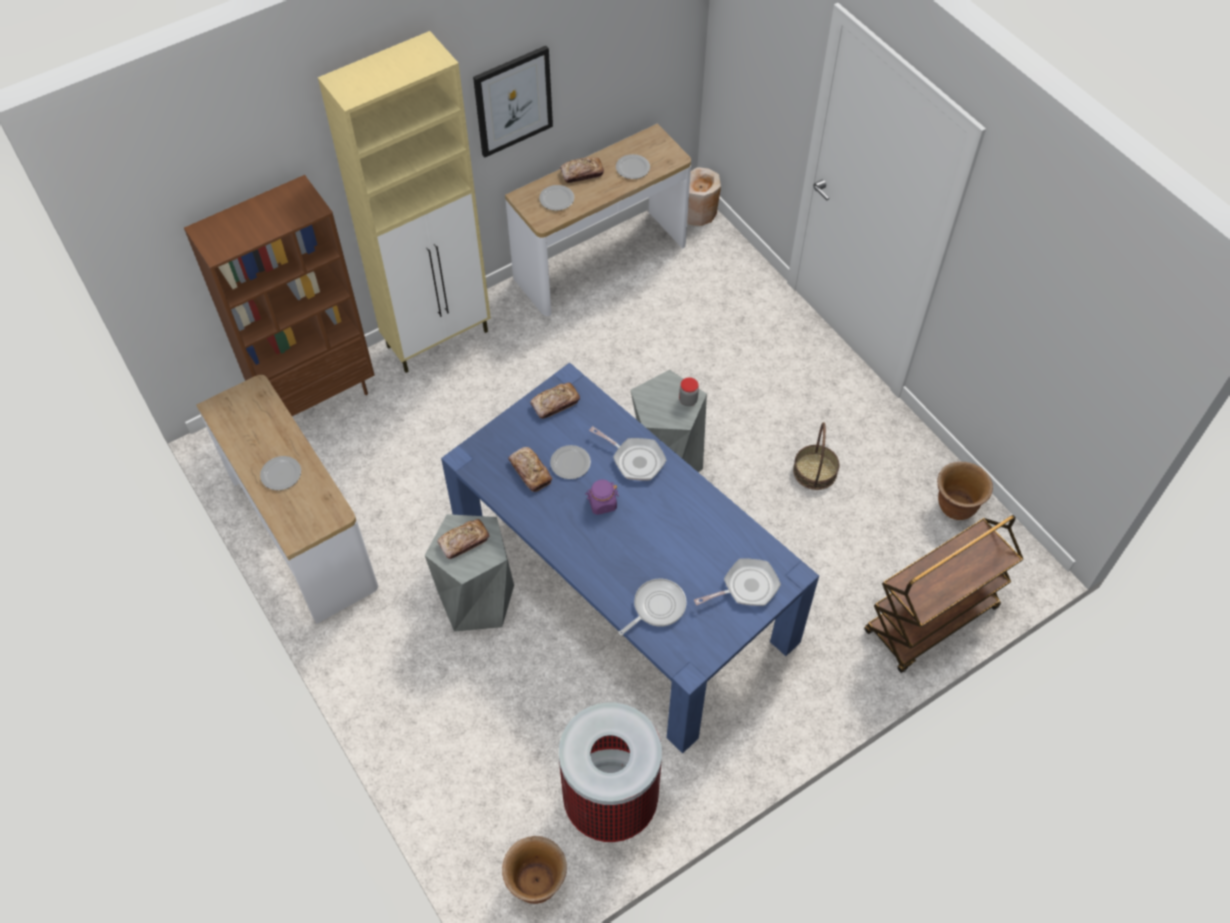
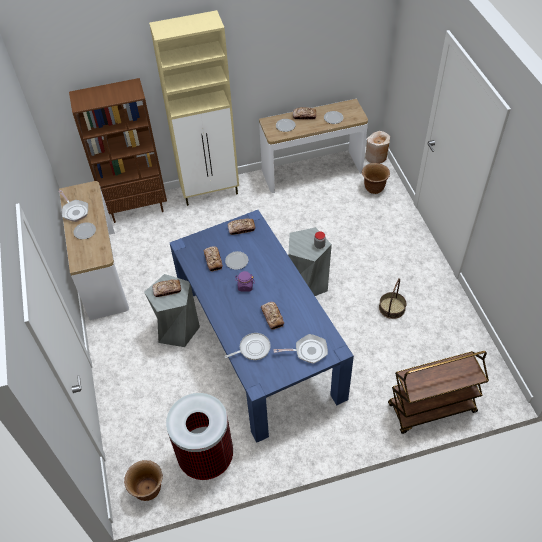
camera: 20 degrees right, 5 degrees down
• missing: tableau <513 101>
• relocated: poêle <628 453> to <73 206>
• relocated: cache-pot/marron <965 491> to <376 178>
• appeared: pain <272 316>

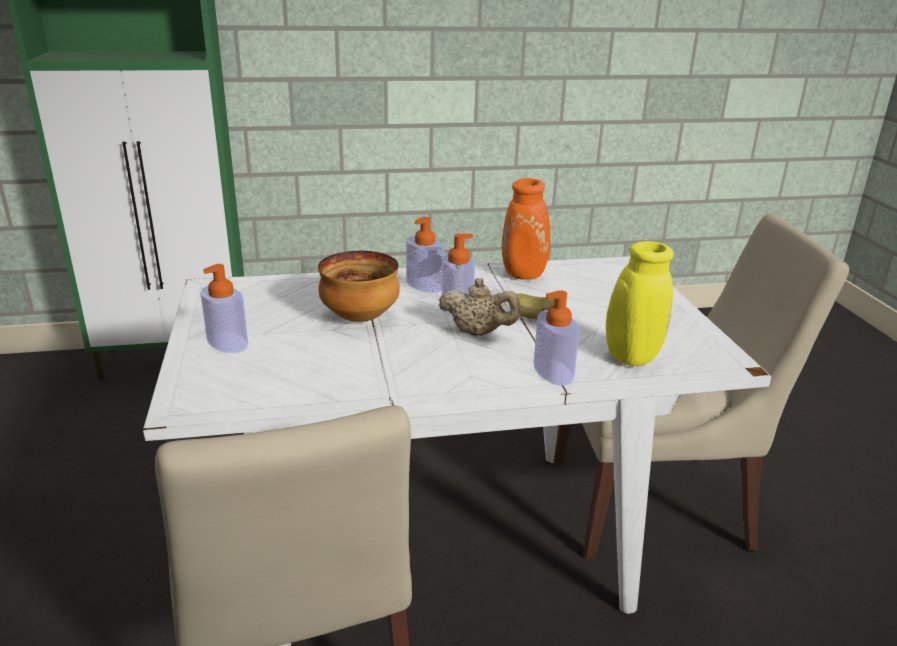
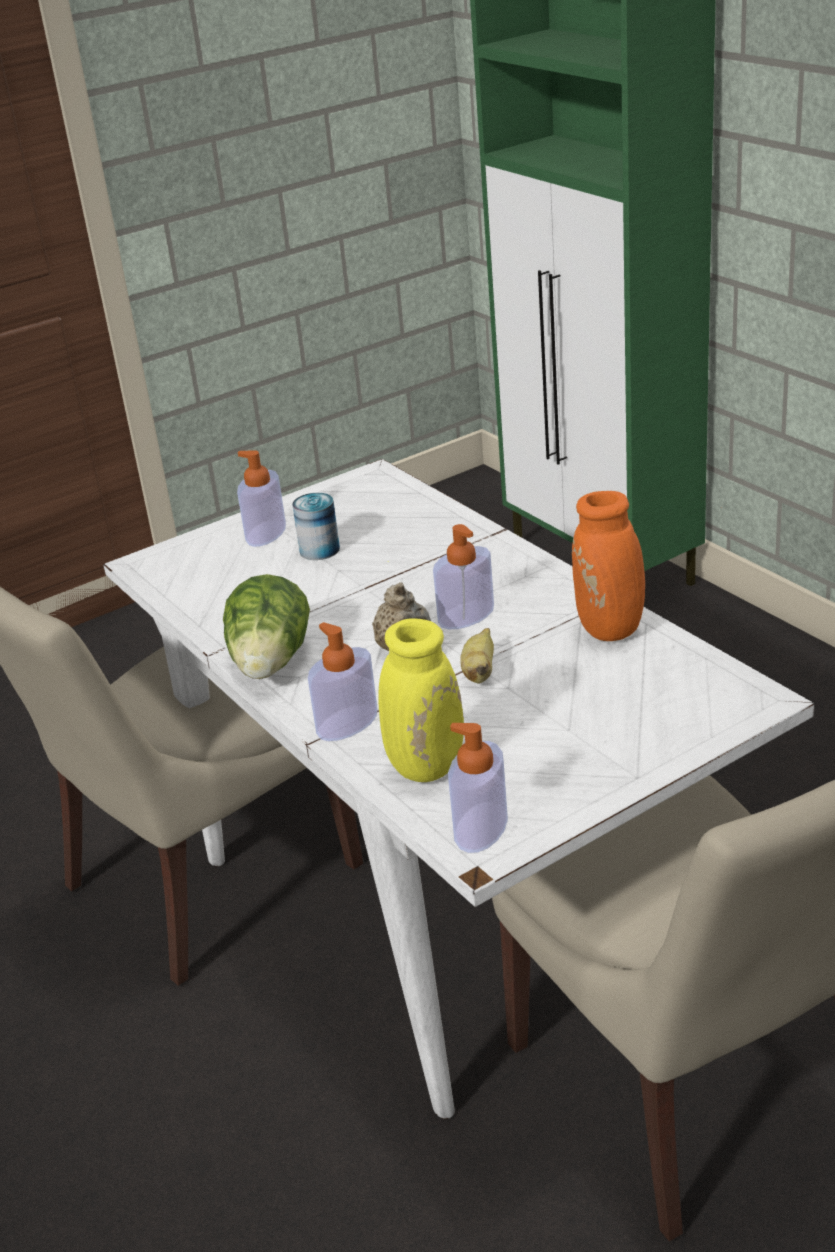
camera: 70 degrees right, 5 degrees up
• relocated: distributeur de savon <425 255> to <478 788>
• missing: bol <359 286>
• appeared: boîte métallique <316 526>
• appeared: laitue <266 626>

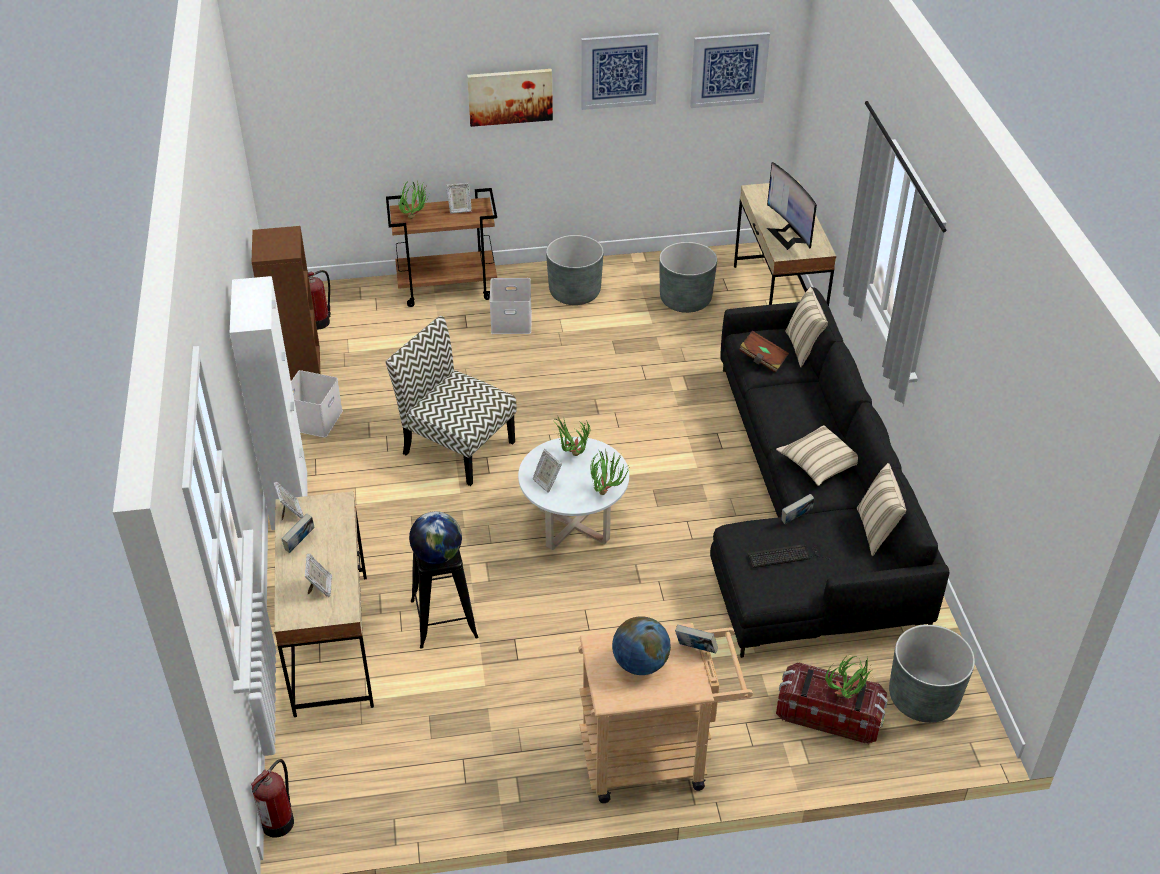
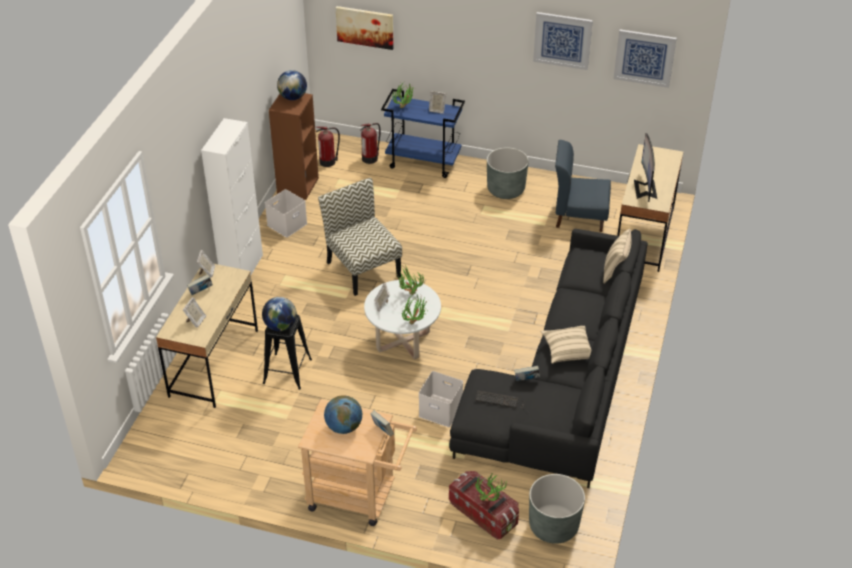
camera: 25 degrees right, 0 degrees up
• relocated: tableau <510 98> to <365 28>
• colour: chariot/marron <441 247> to chariot/bleu <423 133>
• exchanged: cache-pot/gris <688 277> to chaise/bleu <583 186>
• relocated: boîte de rangement/blanc <510 306> to <441 399>
• missing: livre/marron <764 352>
• missing: coussin/beige <881 509>
• relocated: extincteur <272 798> to <371 143>
• appeared: globe <292 85>

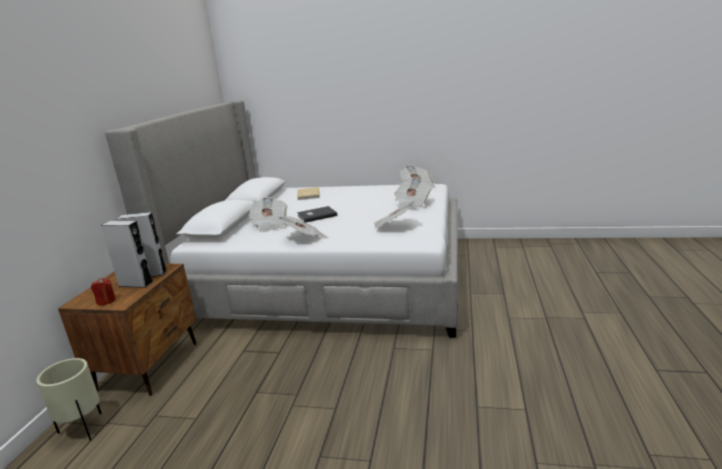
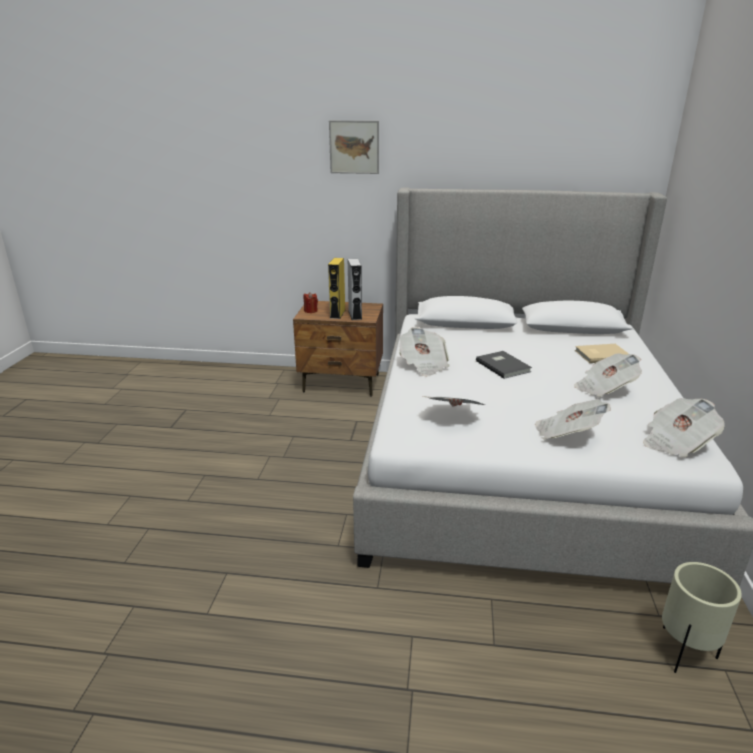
camera: 85 degrees right, 5 degrees up
• relocated: journal <268 214> to <608 375>
• colour: enceinte/gris <127 254> to enceinte/jaune <336 288>
• relocated: cache-pot/beige <68 399> to <702 617>
• appeared: tableau <354 147>

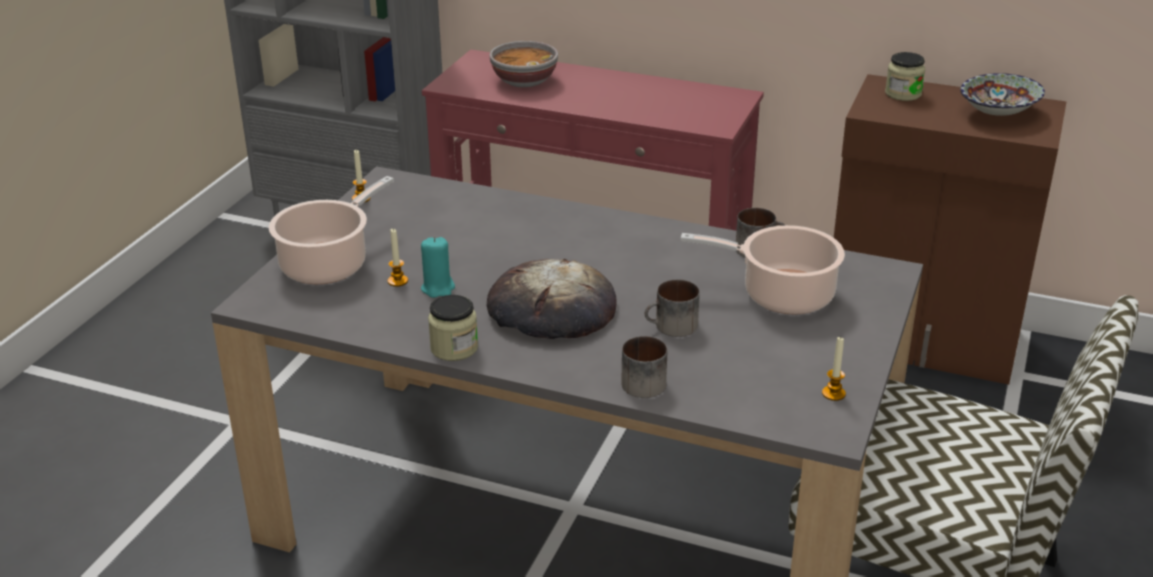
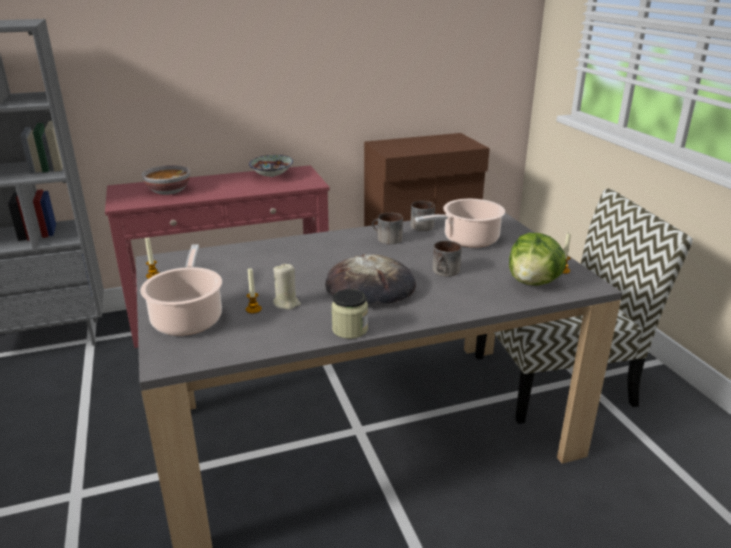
camera: 40 degrees left, 5 degrees down
• missing: bocal <905 76>
• relocated: bol <1002 94> to <271 166>
• colour: bougie/turquoise <438 267> to bougie/beige <287 287>
• relocated: mug <644 367> to <387 228>
• appeared: laitue <537 259>

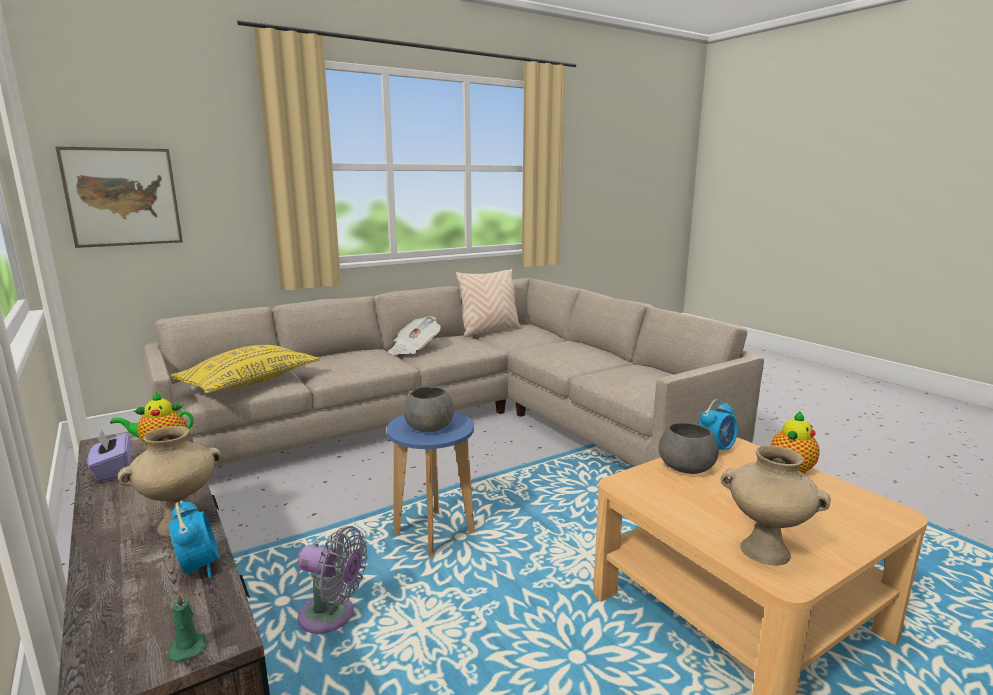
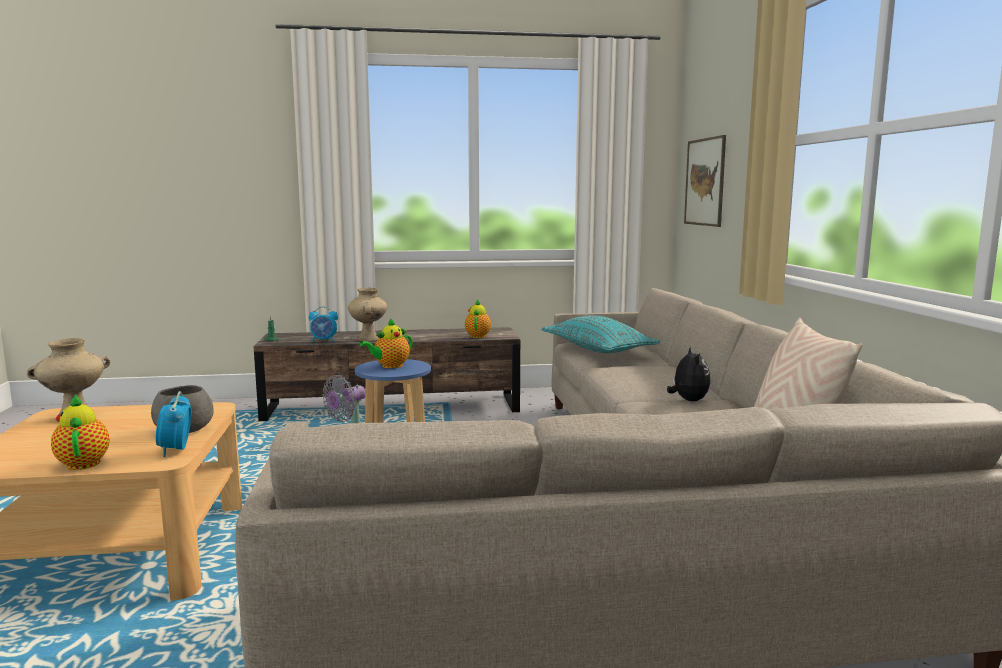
camera: 115 degrees right, 5 degrees down
• exchanged: journal <415 335> to peluche <689 374>
• colour: coussin/jaune <245 369> to coussin/turquoise <601 334>
• exchanged: bol/gris <429 409> to théière <386 343>
• missing: boîte à mouchoirs/violet <109 456>

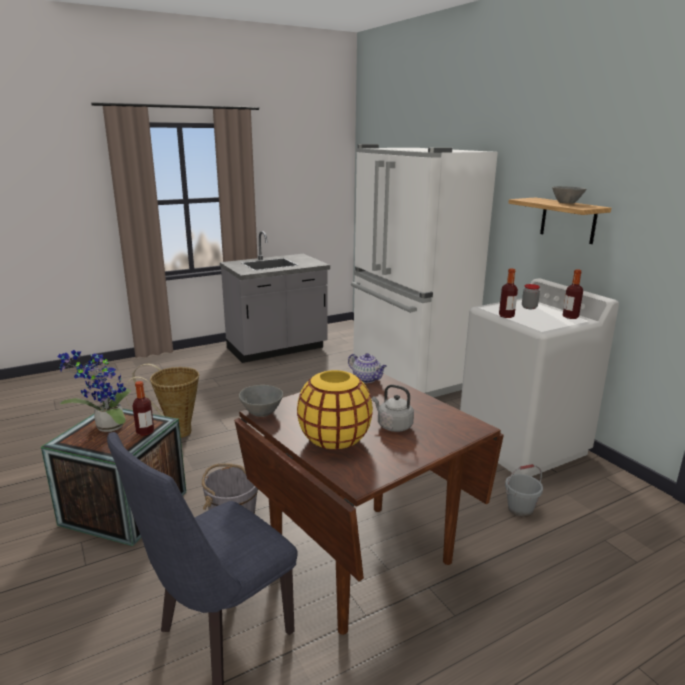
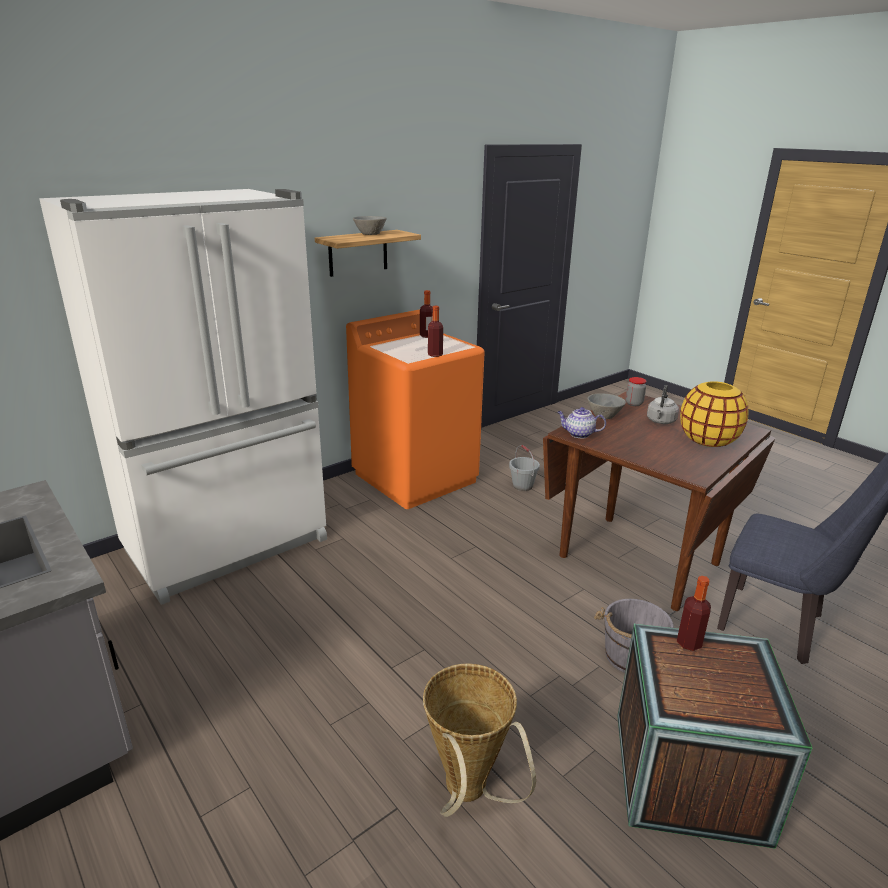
camera: 100 degrees left, 5 degrees up
• colour: lave-linge/blanc <539 377> to lave-linge/orange <415 409>
• relocated: bocal <531 296> to <636 391>
• missing: plante en pot <94 391>
• spun: théière <367 368> = <581 422> 105 degrees counterclockwise
• relocated: bol/gris <261 401> to <606 406>

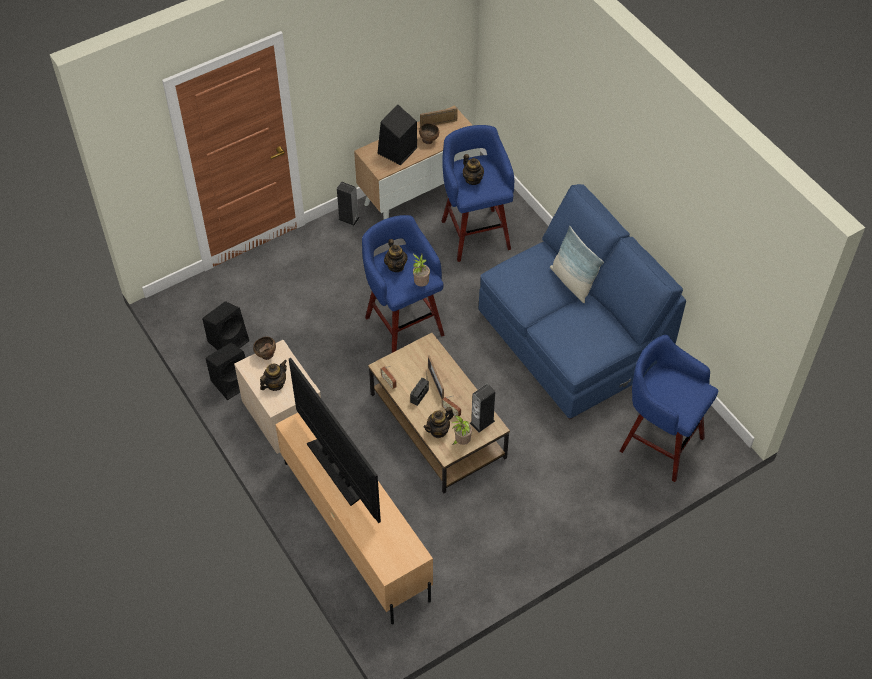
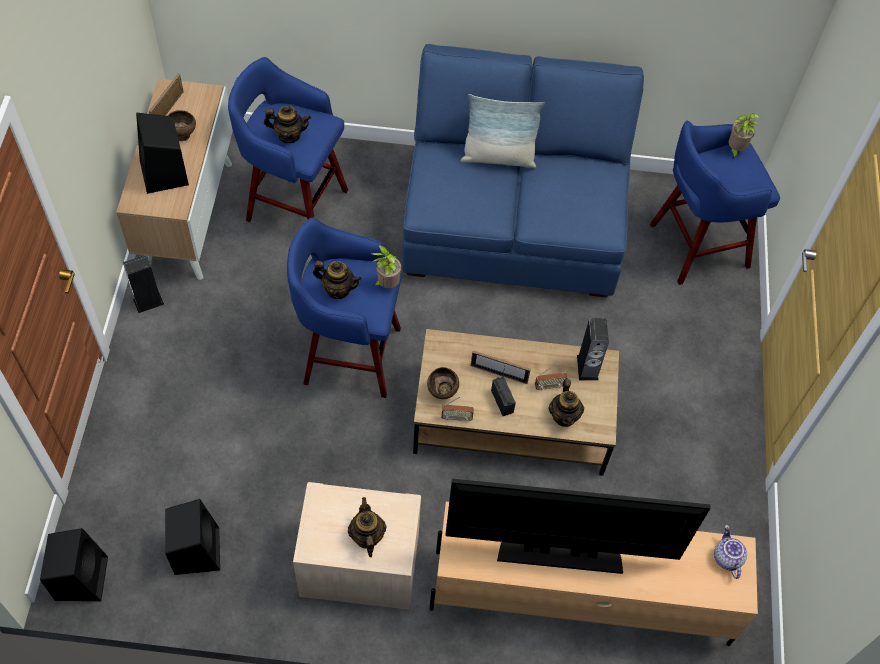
camera: 55 degrees left, 5 degrees up
• relocated: bol/marron <264 348> to <443 383>
• relocated: enceinte/noir <225 371> to <74 564>
• relocated: plante en pot <462 430> to <744 136>
• appeared: théière <730 552>

